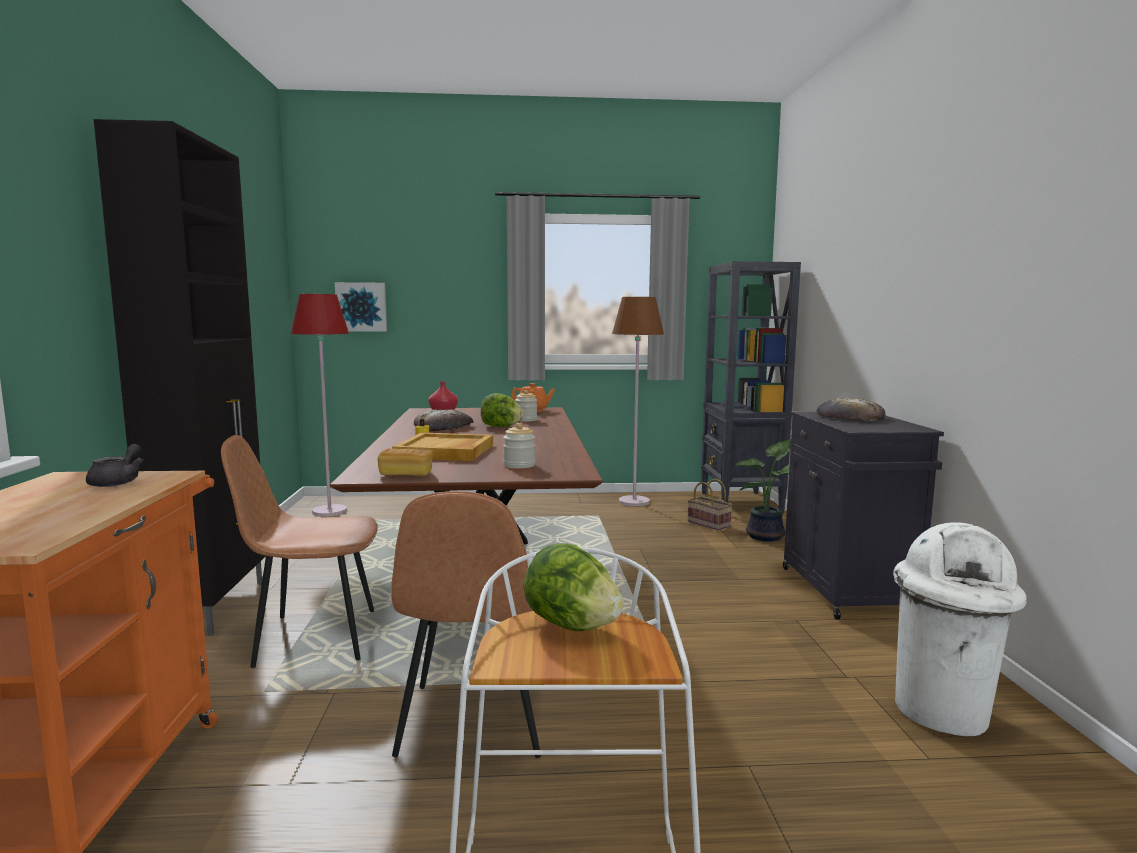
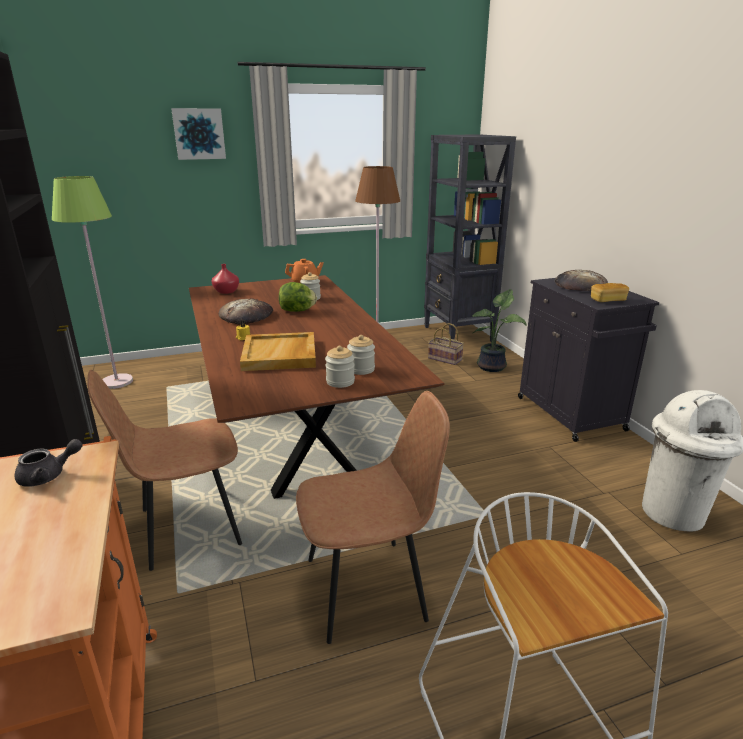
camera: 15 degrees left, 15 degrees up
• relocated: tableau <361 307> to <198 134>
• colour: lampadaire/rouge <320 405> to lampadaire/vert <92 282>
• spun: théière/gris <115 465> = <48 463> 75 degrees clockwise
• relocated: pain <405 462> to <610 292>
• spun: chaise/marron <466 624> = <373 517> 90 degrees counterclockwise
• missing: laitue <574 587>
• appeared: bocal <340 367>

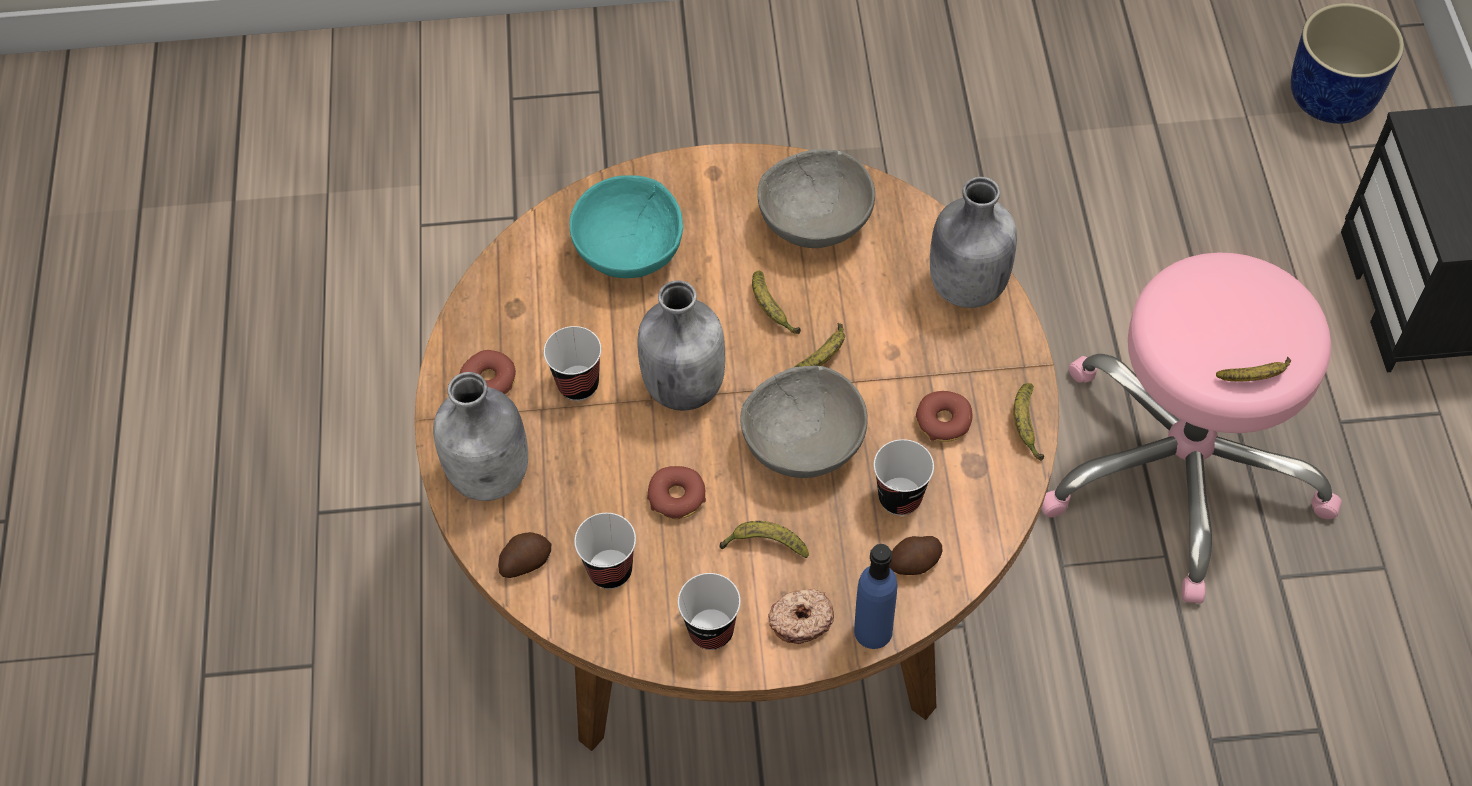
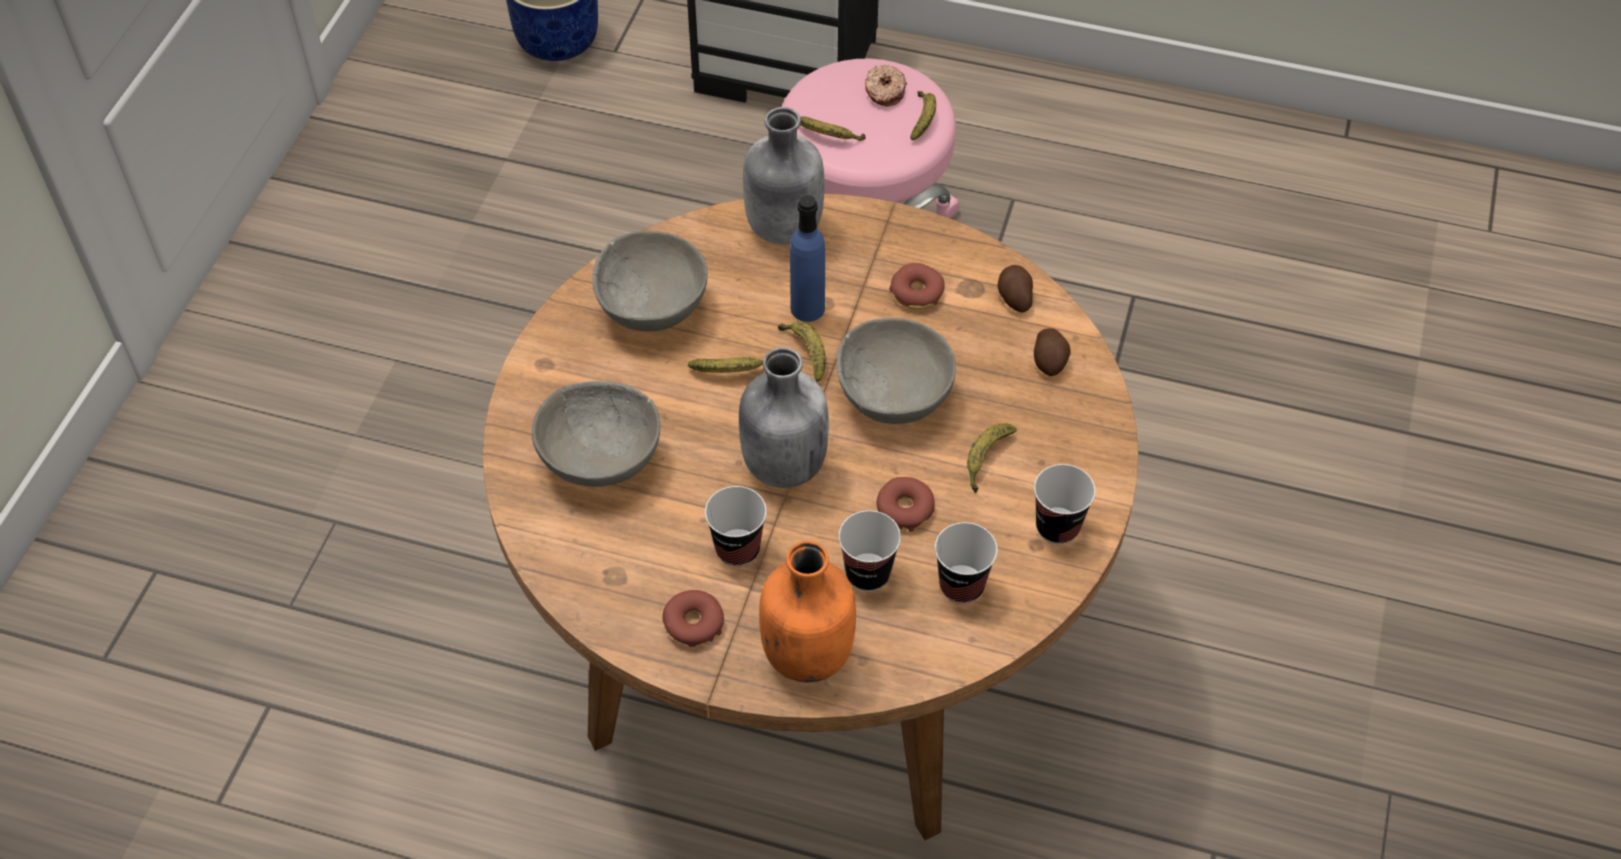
camera: 70 degrees left, 5 degrees down
• colour: bol/turquoise <626 226> to bol/gris <596 434>
• colour: bouteille/gris <480 436> to bouteille/orange <807 612>
• relocated: banane <1028 422> to <833 128>
• relocated: tasse <904 477> to <870 550>
• relocated: pomme de terre <524 555> to <1015 289>
• relocated: bouteille/bleu <876 596> to <807 258>
• relocated: beignet <801 616> to <886 86>

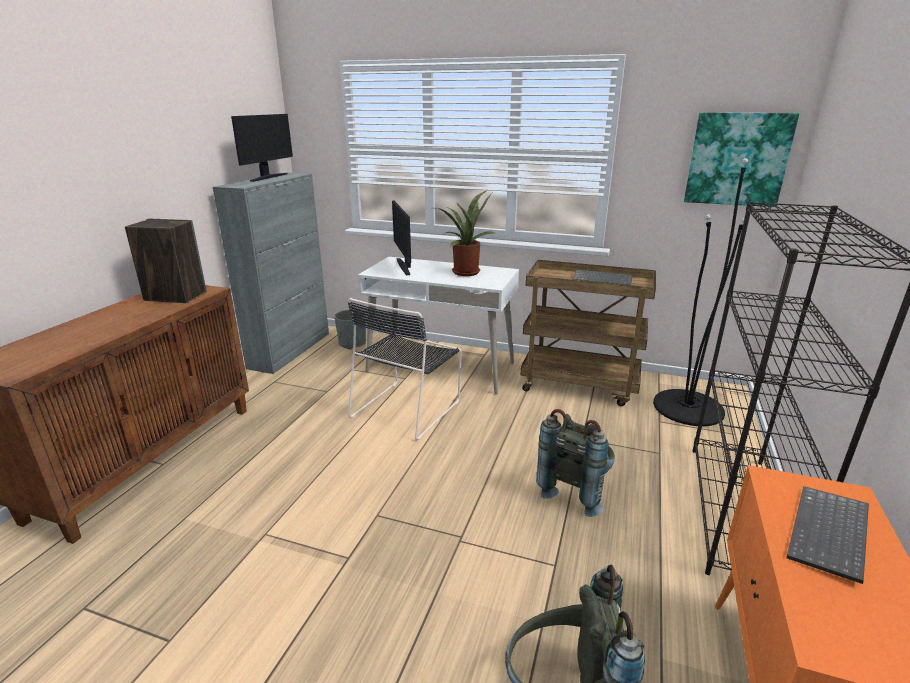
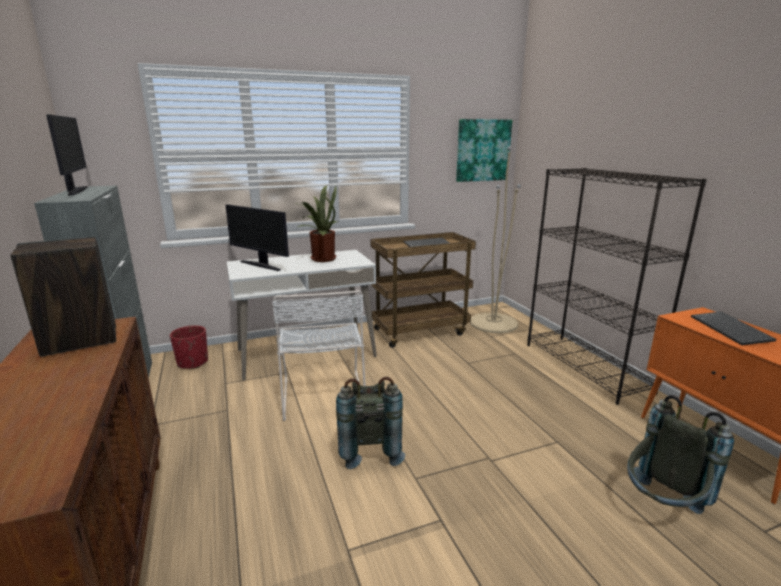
camera: 40 degrees left, 5 degrees down
• colour: lampadaire/noir <700 292> to lampadaire/beige <495 239>
• colour: chaise/noir <405 369> to chaise/blanc <319 355>
• colour: cache-pot/gris <350 329> to cache-pot/rouge <189 347>
• relocated: sac à dos/gris <575 463> to <370 423>

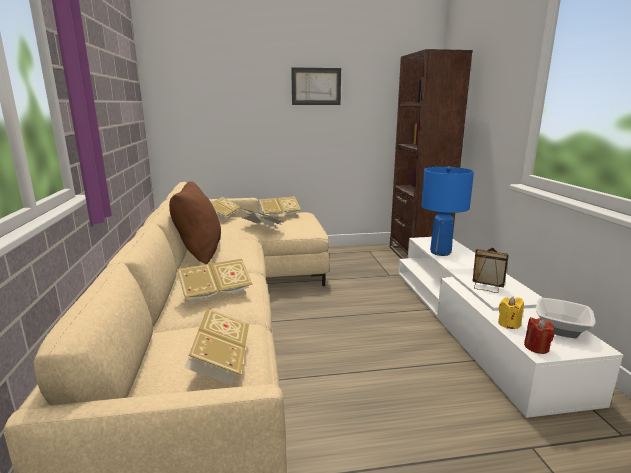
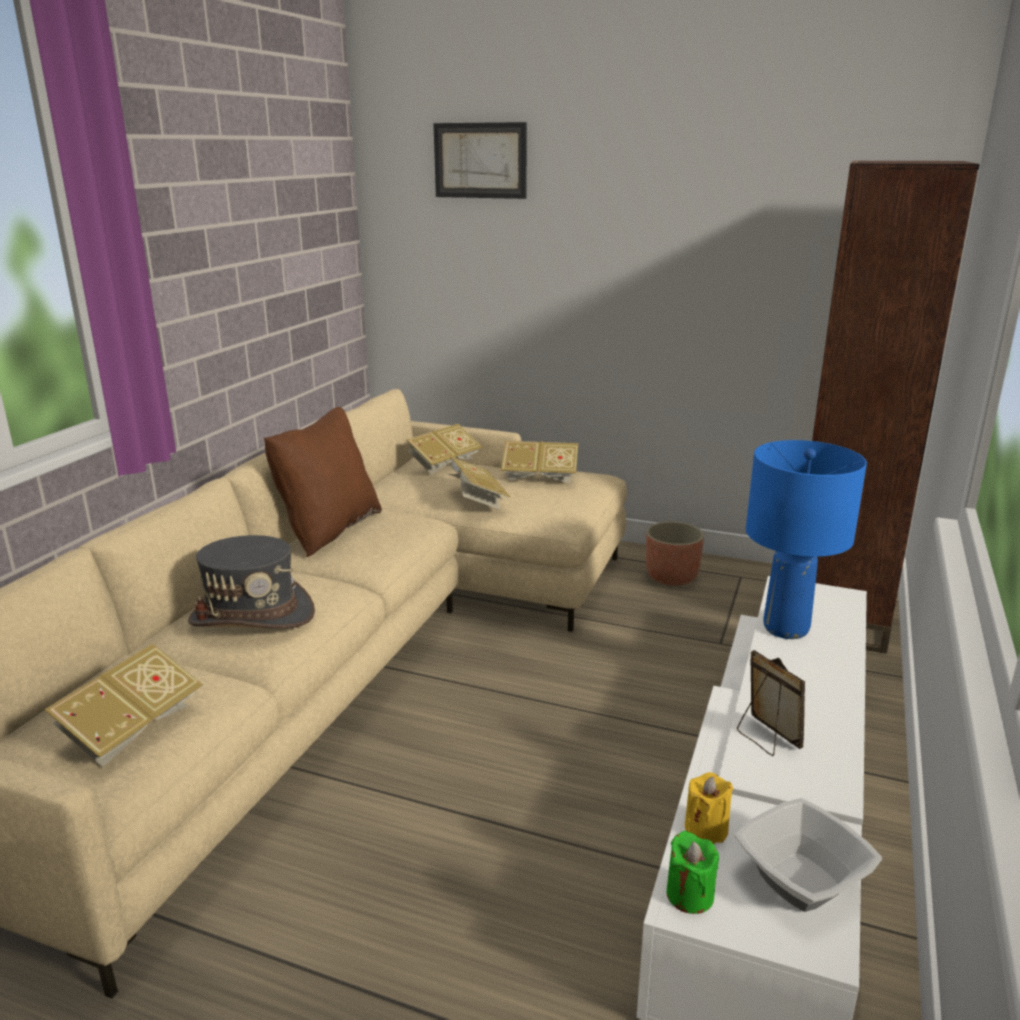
camera: 30 degrees right, 5 degrees up
• relocated: tableau <316 86> to <480 160>
• exchanged: livre <215 282> to chapeau/gris <251 581>
• colour: bougie/rouge <539 335> to bougie/vert <693 872>
• appeared: cache-pot <675 554>

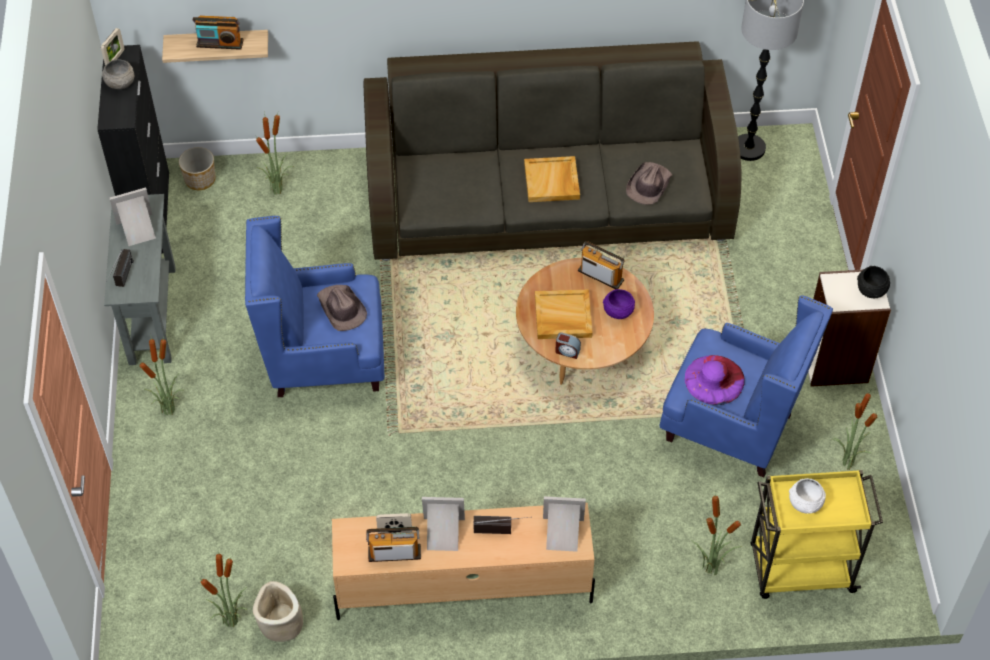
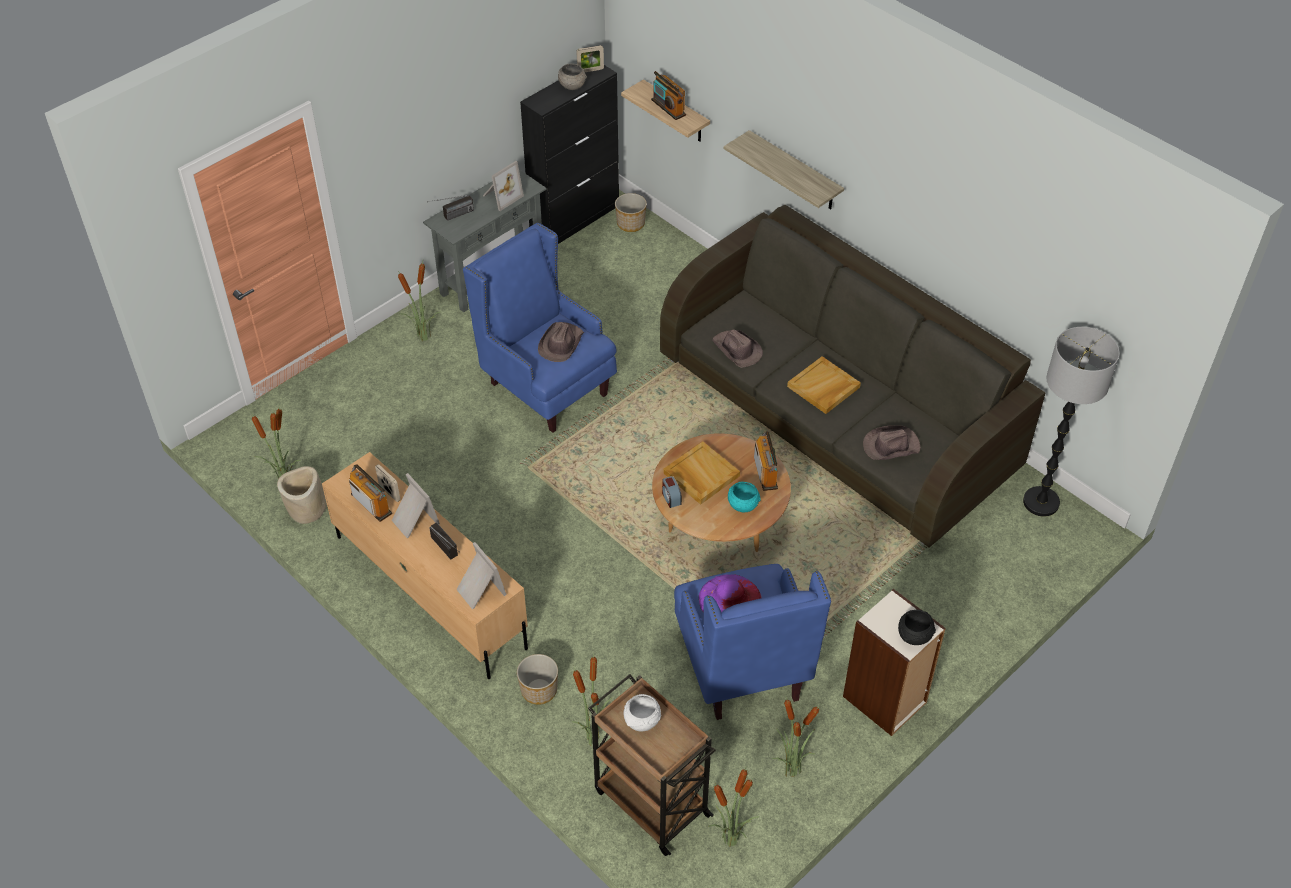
camera: 50 degrees right, 5 degrees down
• relocated: plante en pot <275 153> to <733 807>
• spun: cadre photo <132 217> = <503 186> 105 degrees clockwise
• colour: bol/violet <619 304> to bol/turquoise <744 497>
• colour: chariot/jaune <817 534> to chariot/marron <652 765>
• appeared: étagère <784 169>
• appeared: chapeau/marron <737 348>
• appeared: cache-pot <537 679>

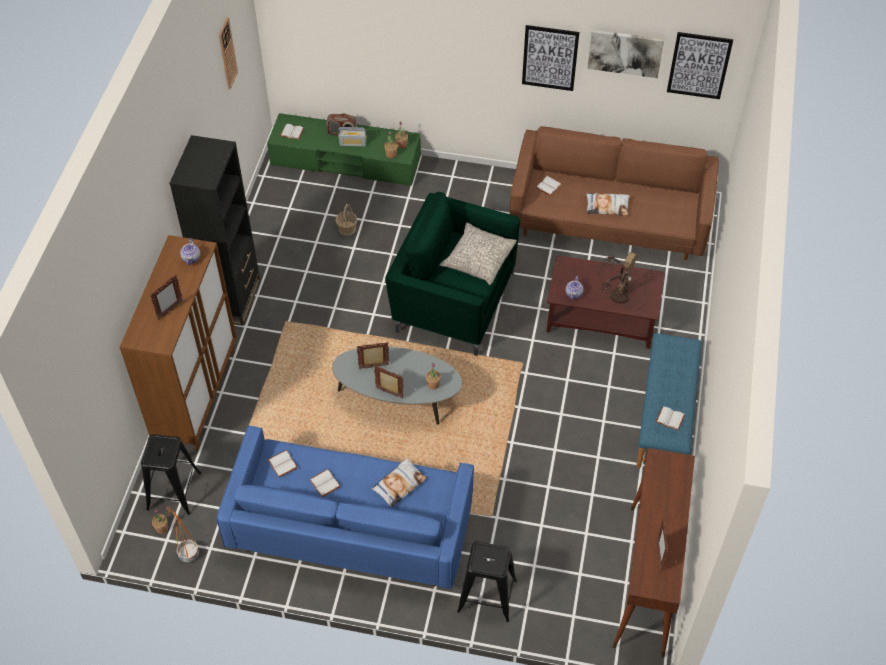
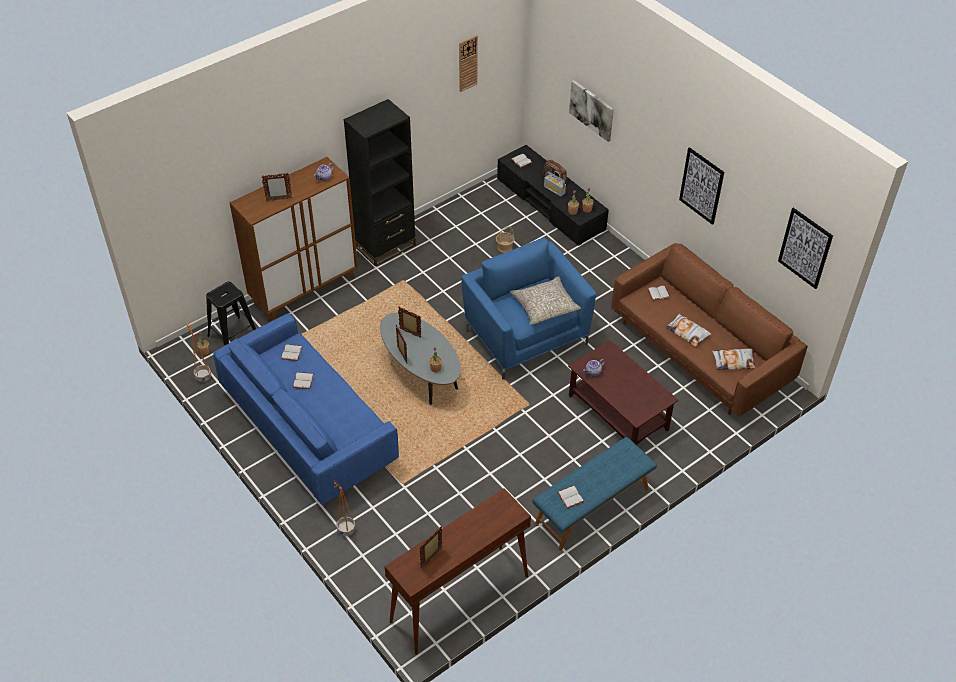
camera: 40 degrees right, 5 degrees down
• relocated: tableau <625 54> to <591 111>
• colour: meuble télé/vert <344 149> to meuble télé/noir <553 195>
• colour: fauteuil/vert <452 274> to fauteuil/bleu <528 309>
• missing: lampe de table <623 281>
• relocated: coussin <399 483> to <734 359>
• exchanged: tabouret/noir <487 581> to cache-pot/orange <344 508>

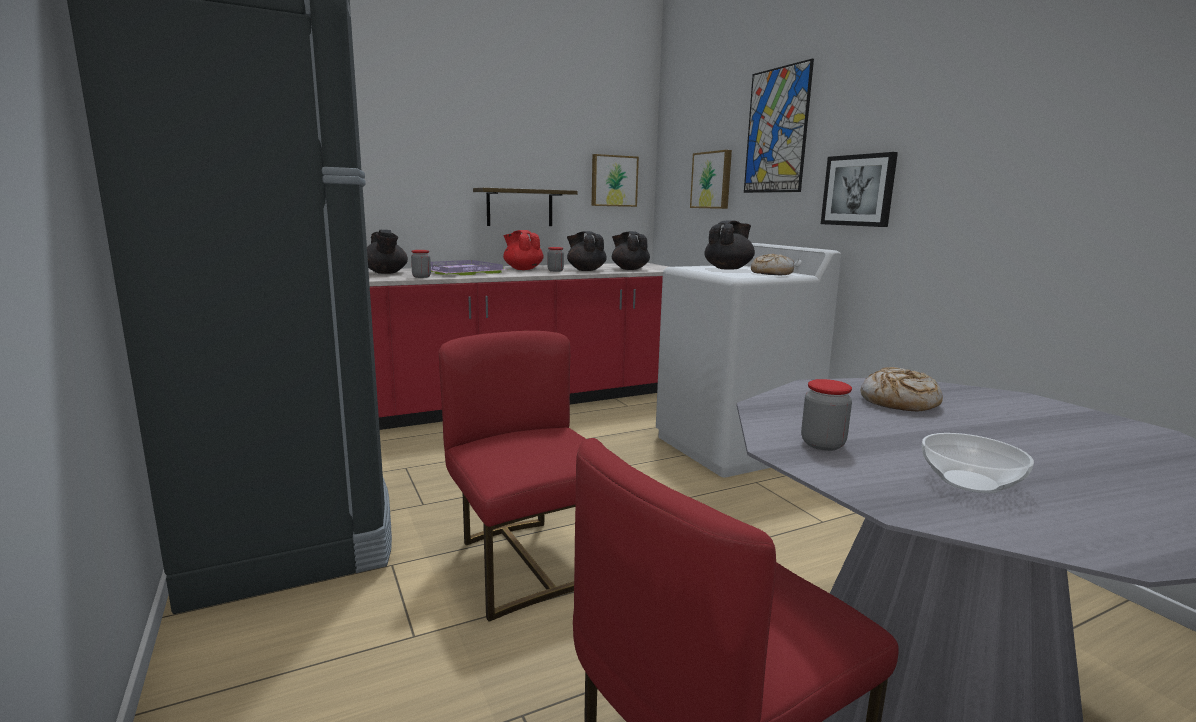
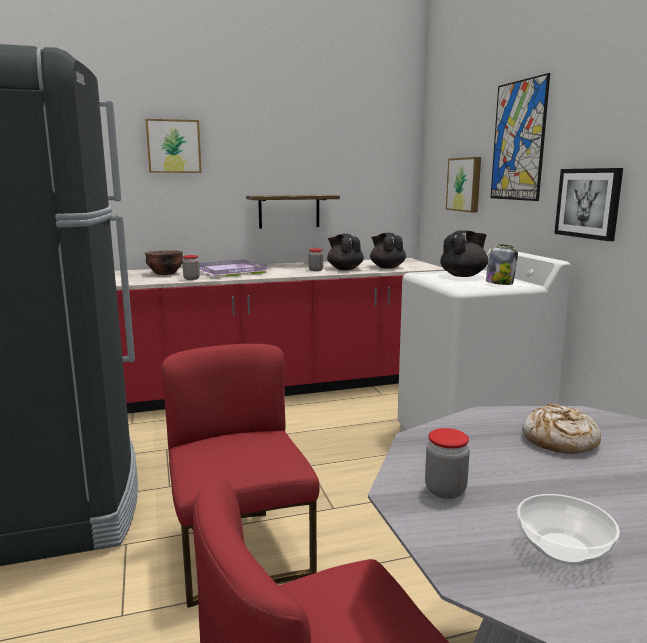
camera: 10 degrees right, 0 degrees up
• relocated: tableau <615 180> to <173 146>
• exchanged: théière/noir <387 252> to bol/marron <164 262>
• missing: théière/rouge <523 250>
• exchanged: pain <772 264> to bocal <502 264>

